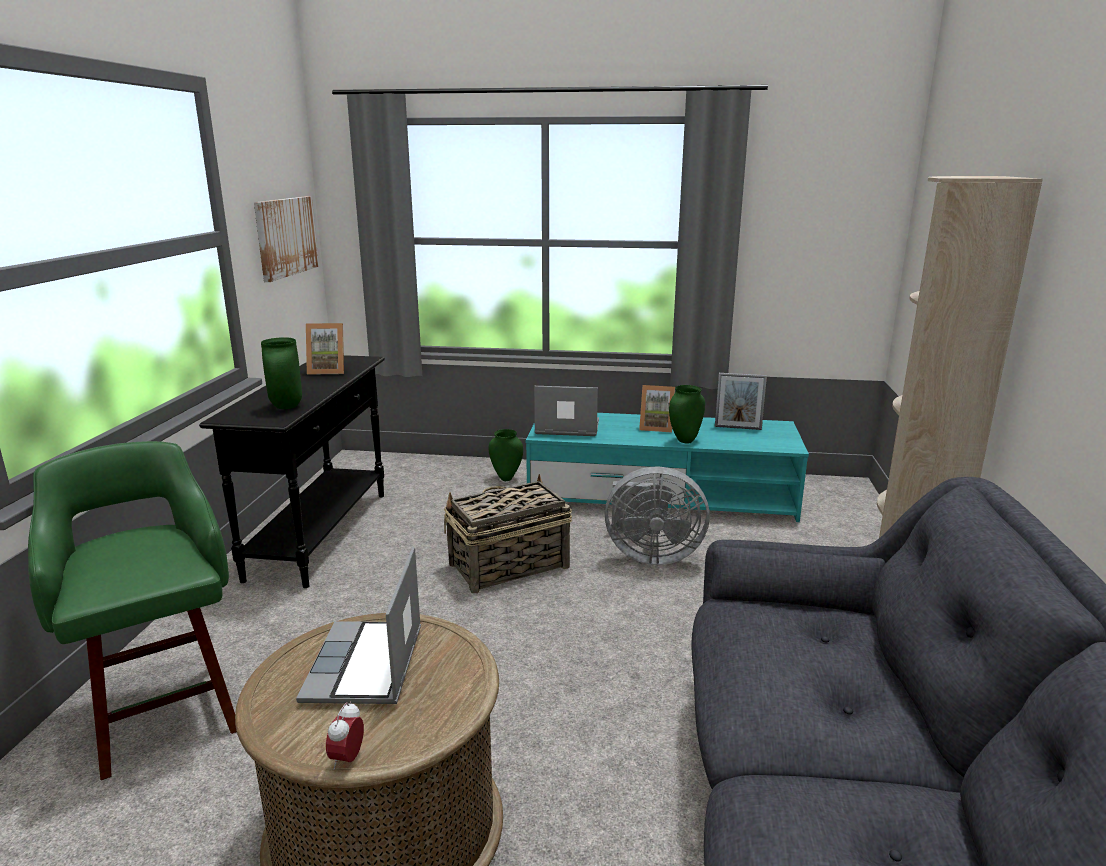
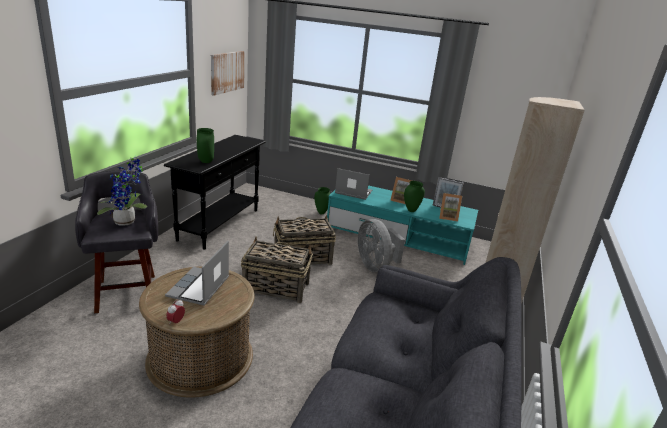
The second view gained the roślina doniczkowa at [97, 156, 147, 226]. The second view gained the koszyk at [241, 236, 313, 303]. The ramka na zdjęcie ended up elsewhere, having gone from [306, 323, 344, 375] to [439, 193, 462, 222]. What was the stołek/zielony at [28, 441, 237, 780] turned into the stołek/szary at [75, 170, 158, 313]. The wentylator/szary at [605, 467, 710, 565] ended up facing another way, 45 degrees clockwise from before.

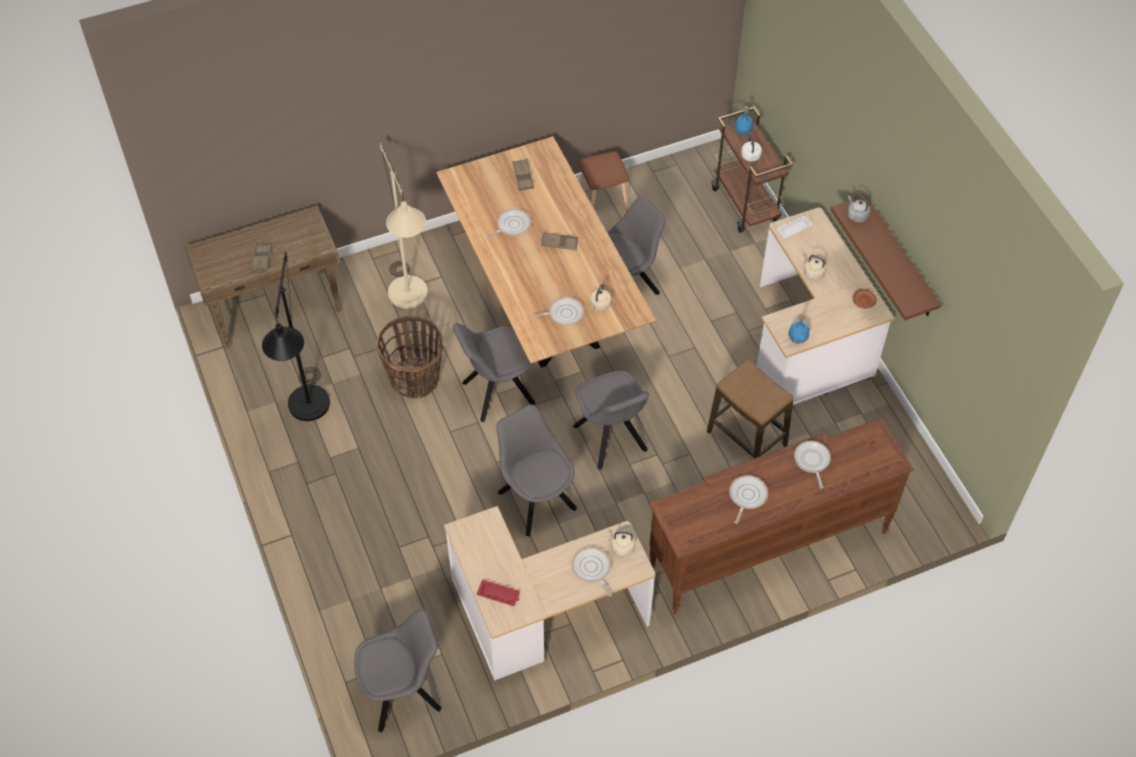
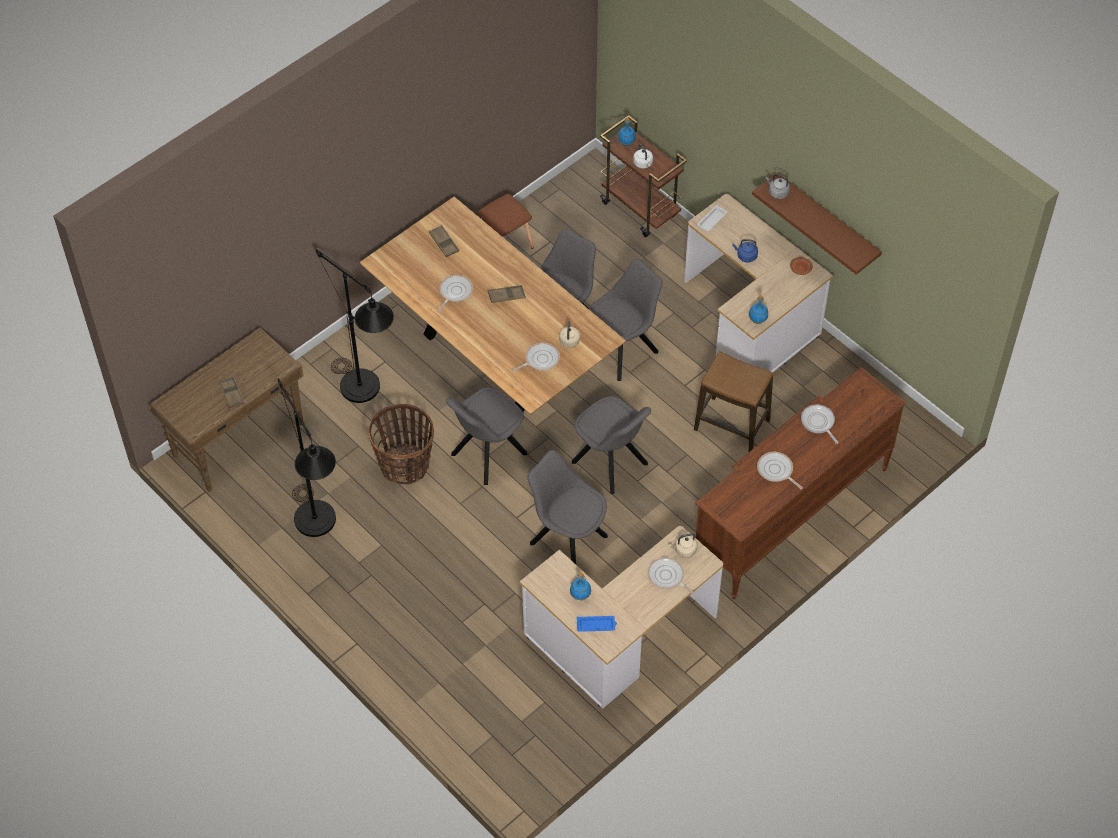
The second view gained the butelka/niebieski at [570, 573, 591, 600]. The krzesło/szary ended up elsewhere, having gone from [354, 609, 442, 733] to [589, 259, 662, 381]. What was the lampa stojąca/beżowy at [380, 142, 428, 309] turned into the lampa stojąca/czarny at [316, 249, 394, 403]. What was the taca/czerwony at [477, 580, 520, 606] turned into the taca/niebieski at [577, 616, 617, 632]. What was the czajnik/beżowy at [801, 255, 826, 280] turned into the czajnik/niebieski at [733, 239, 758, 262]. The patelnia at [729, 475, 768, 524] ended up facing another way, 45 degrees counterclockwise from before.

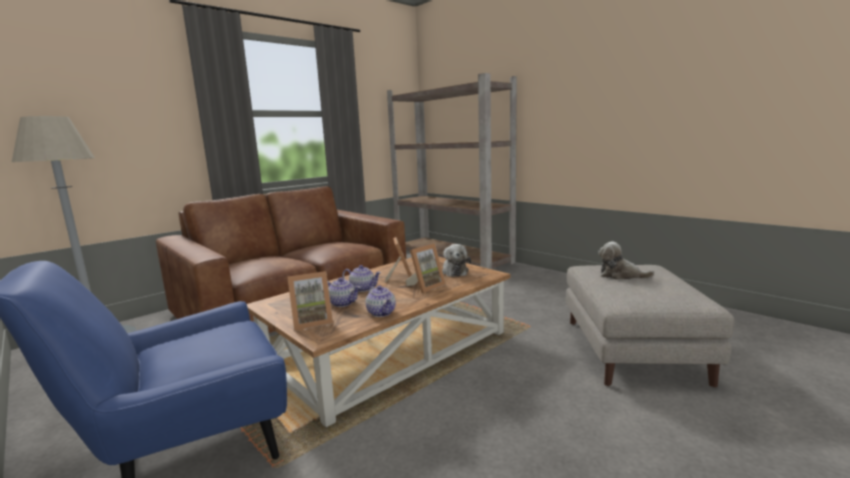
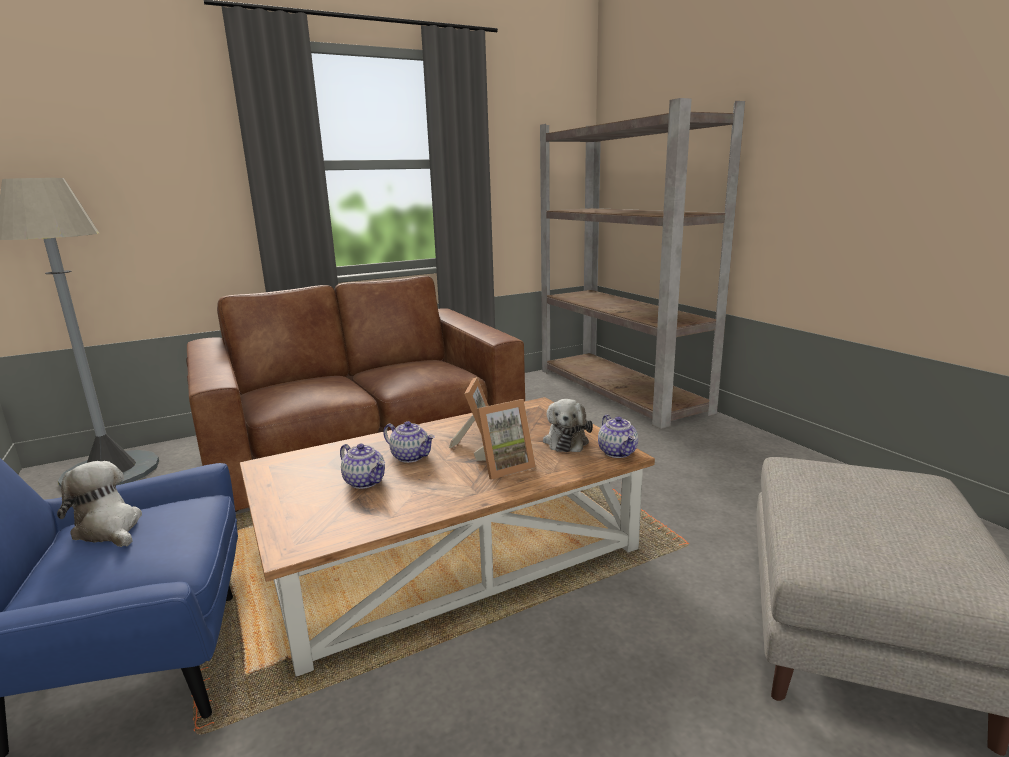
The second view lost the ramka na zdjęcie at [287, 271, 333, 331]. The imbryk ended up elsewhere, having gone from [366, 285, 396, 317] to [598, 415, 638, 458]. The pluszak ended up elsewhere, having gone from [598, 241, 655, 280] to [57, 461, 142, 547].

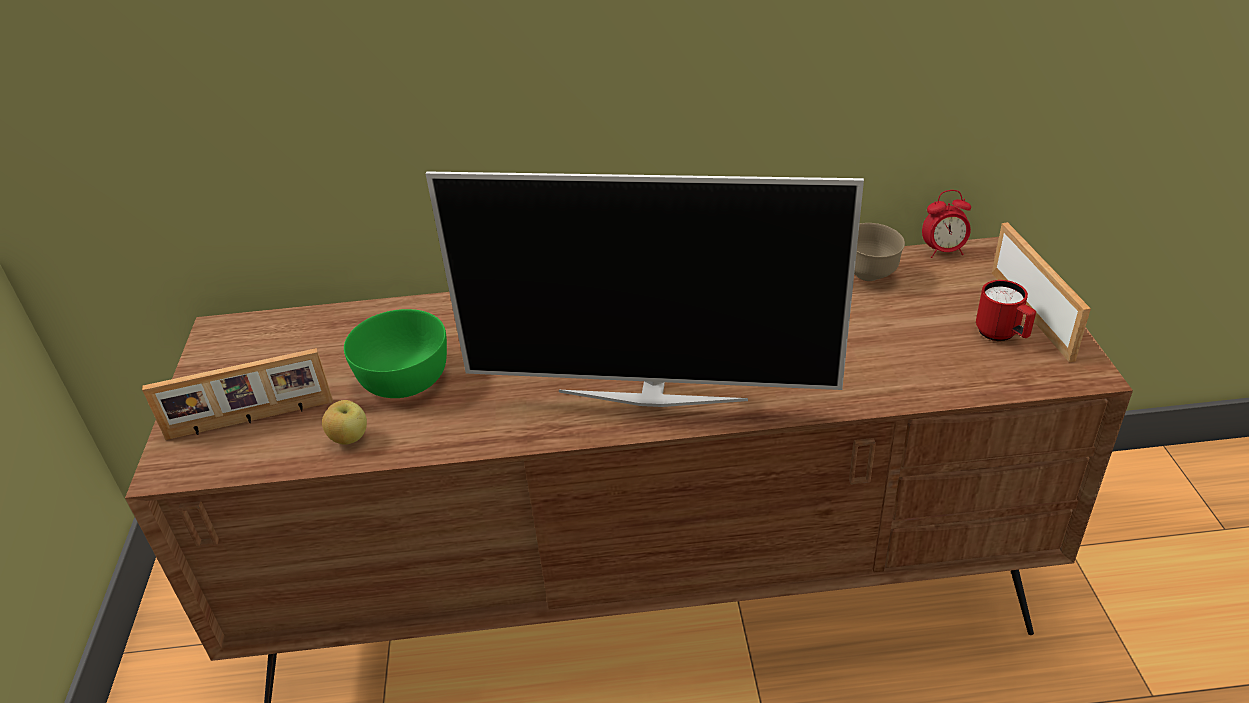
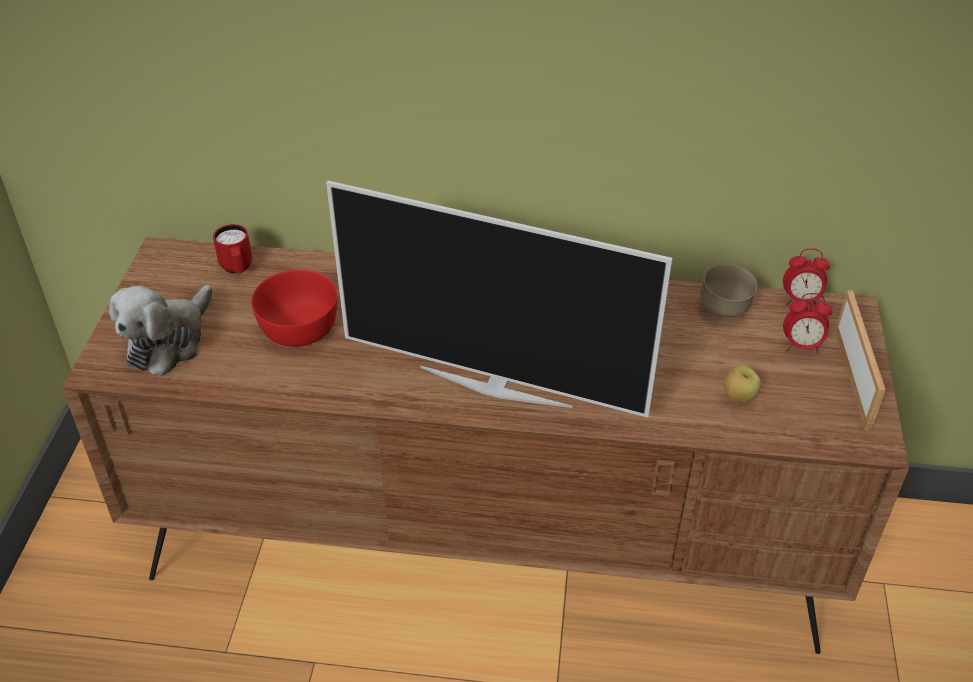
The second view gained the budzik at [783, 293, 832, 354]. The jabłko ended up elsewhere, having gone from [322, 400, 367, 445] to [724, 365, 761, 403]. The kubek/czerwony ended up elsewhere, having gone from [976, 280, 1036, 341] to [213, 224, 252, 274]. Where the ramka na zdjęcie stood at [142, 348, 333, 440], the pluszak came to stand at [109, 285, 213, 376]. What was the miska/zielony at [344, 309, 447, 398] turned into the miska/czerwony at [251, 270, 338, 347].

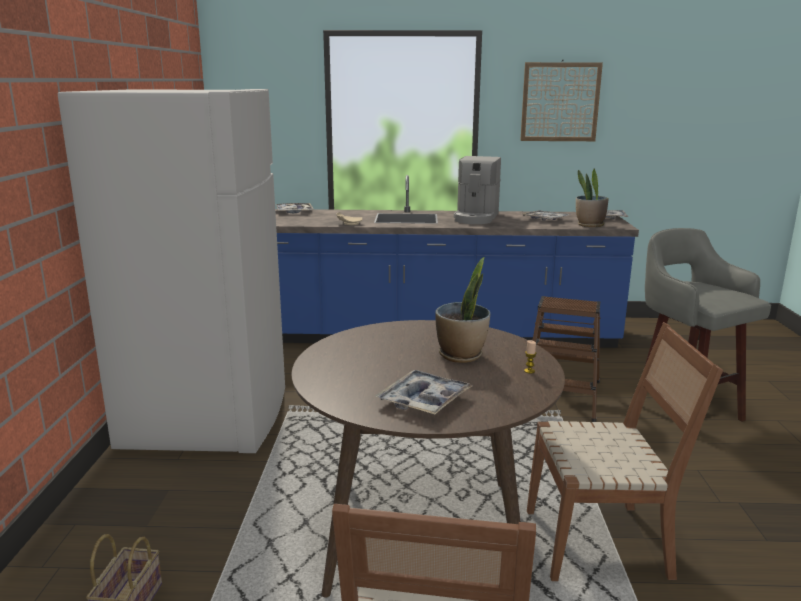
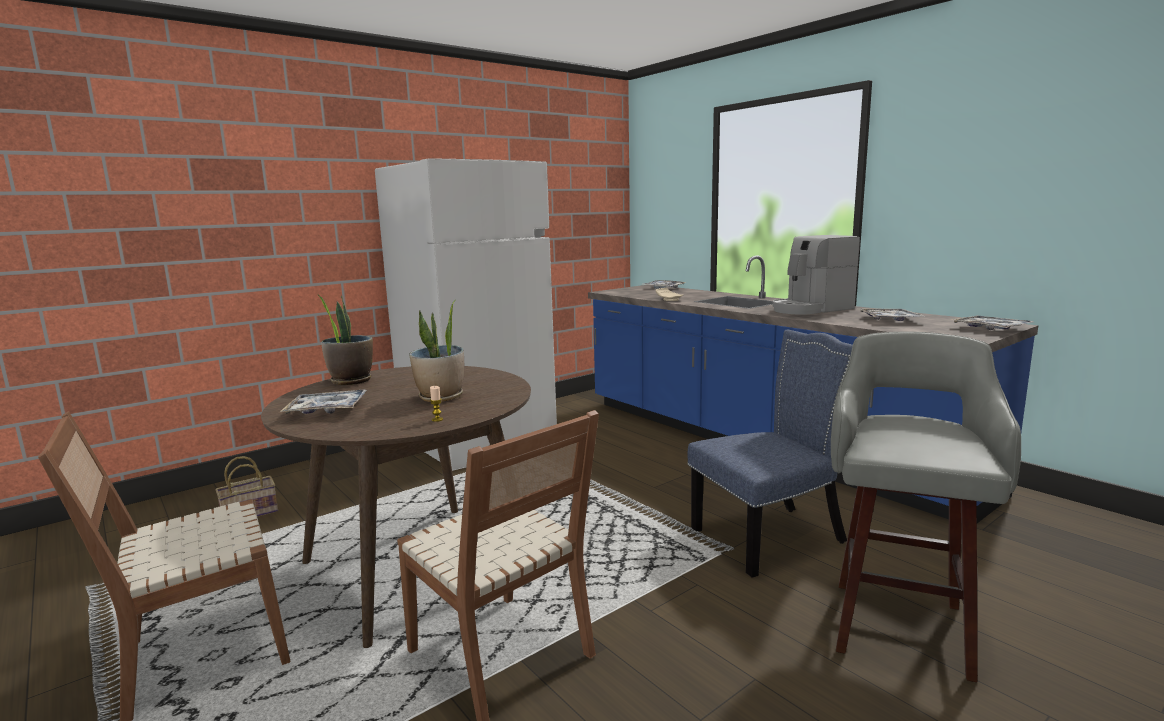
The second view lost the obraz at [520, 60, 603, 141]. The roślina doniczkowa ended up elsewhere, having gone from [576, 169, 608, 227] to [317, 294, 373, 385]. Where the drabinka/brązowy stood at [532, 296, 600, 422], the krzesło/niebieski came to stand at [687, 329, 853, 578].

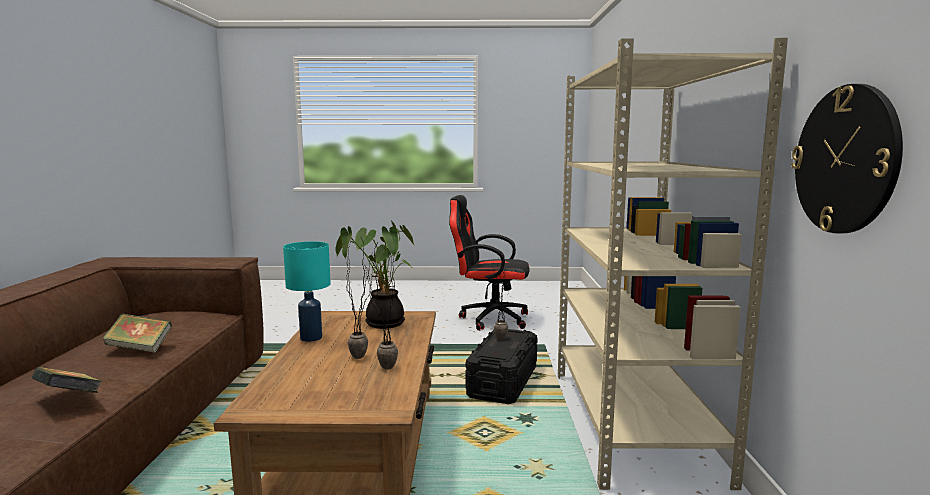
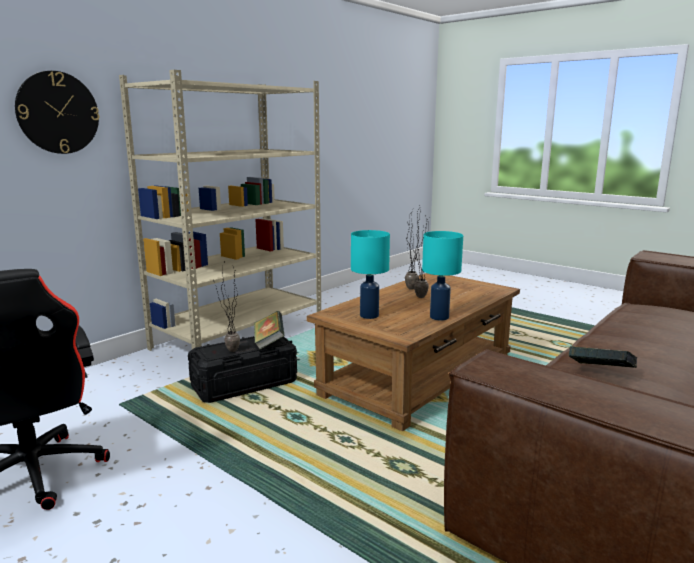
The książka ended up elsewhere, having gone from [32, 367, 102, 393] to [254, 311, 285, 350]. The zegar ścienny ended up elsewhere, having gone from [791, 84, 903, 233] to [15, 71, 99, 154]. Where the roślina doniczkowa stood at [335, 220, 414, 329], the lampa stołowa/turkusowy came to stand at [351, 230, 390, 319].

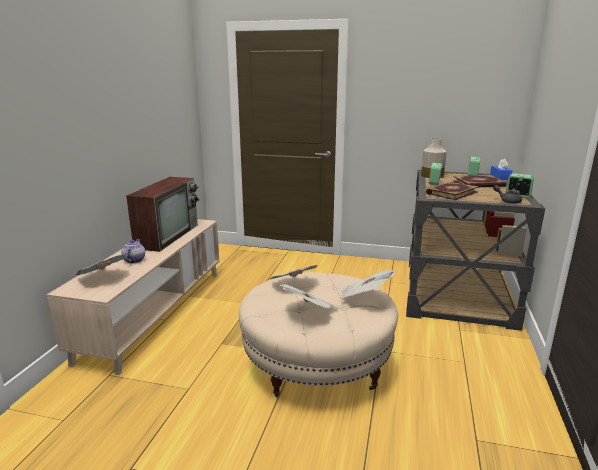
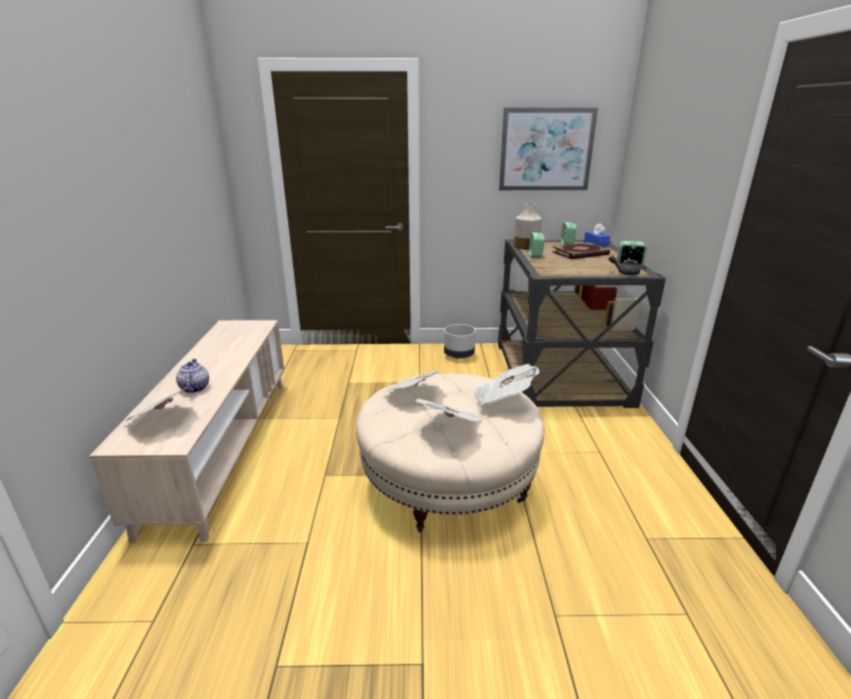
The second view lost the telewizor at [126, 177, 199, 252]. The second view lost the książka at [426, 182, 479, 200]. The second view gained the donica/szary at [444, 324, 476, 359]. The second view gained the obraz at [499, 108, 598, 190].

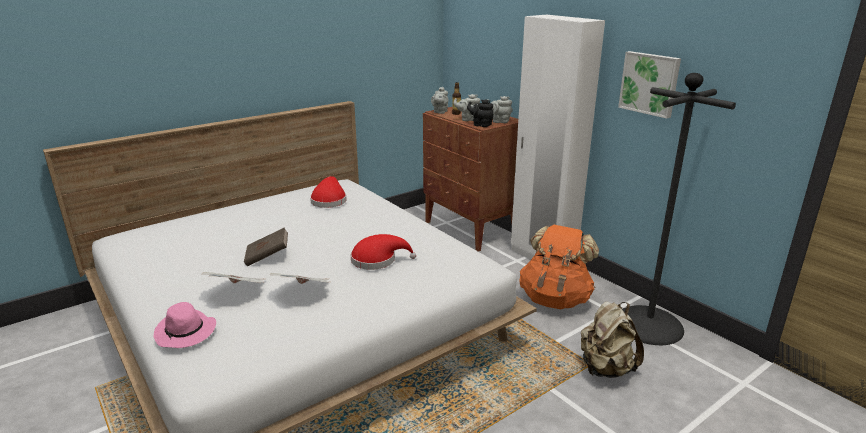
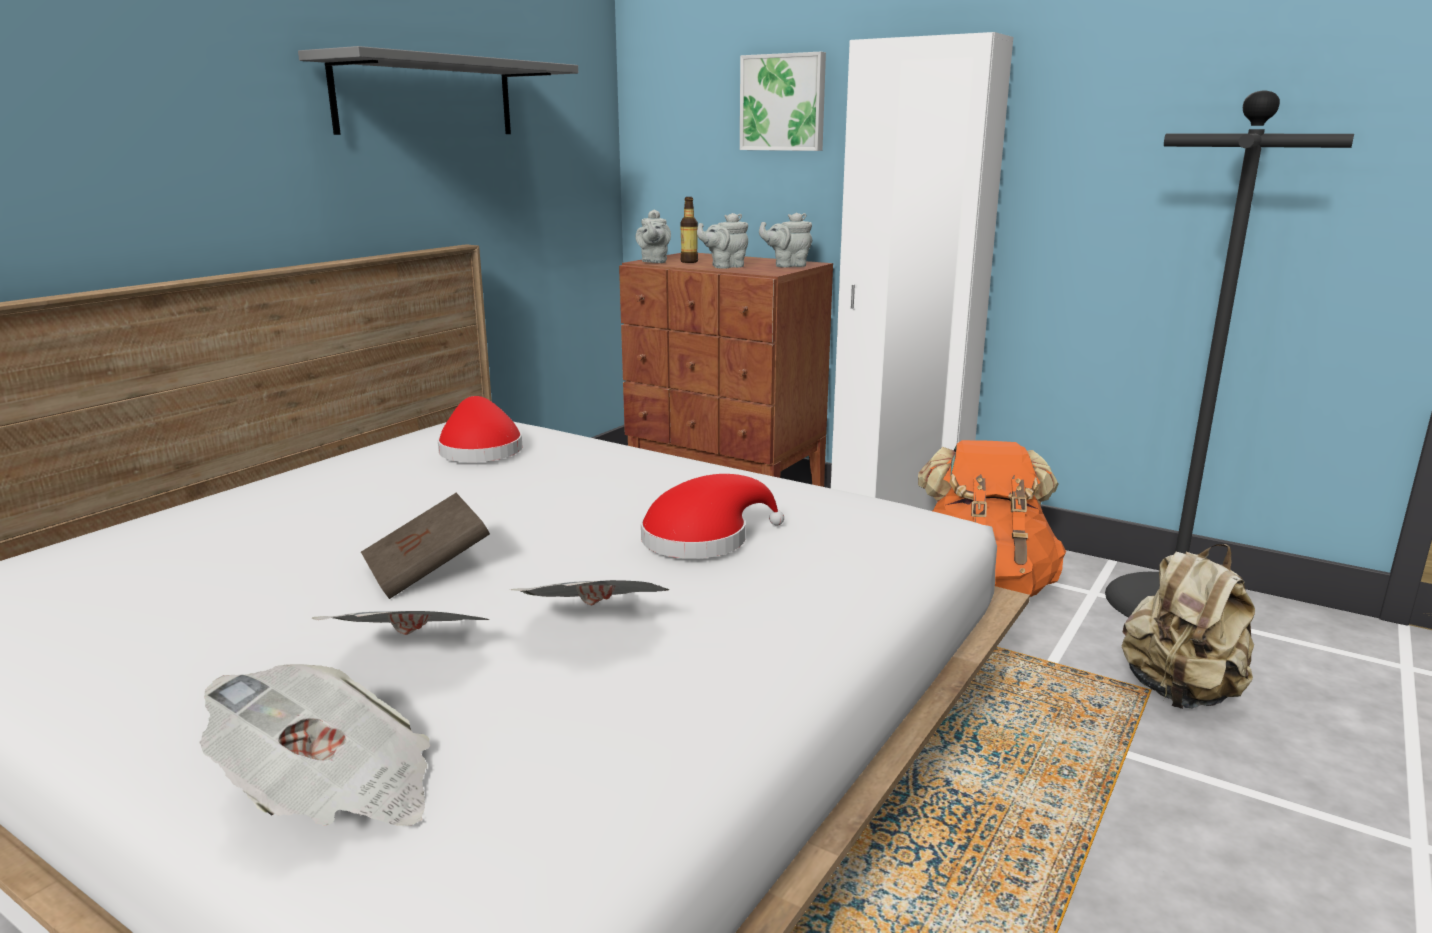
The second view lost the imbryk/czarny at [467, 99, 494, 127]. The second view gained the półka/szary at [298, 46, 578, 135]. The obraz ended up elsewhere, having gone from [618, 51, 681, 119] to [740, 52, 826, 151]. Where the kapelusz/różowy stood at [154, 302, 216, 348], the gazeta came to stand at [199, 664, 430, 826].

